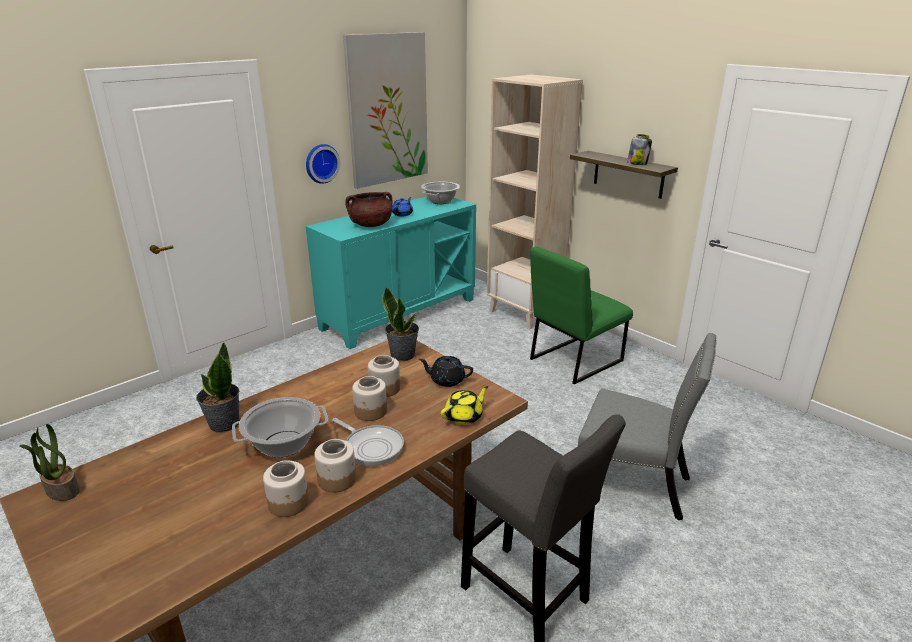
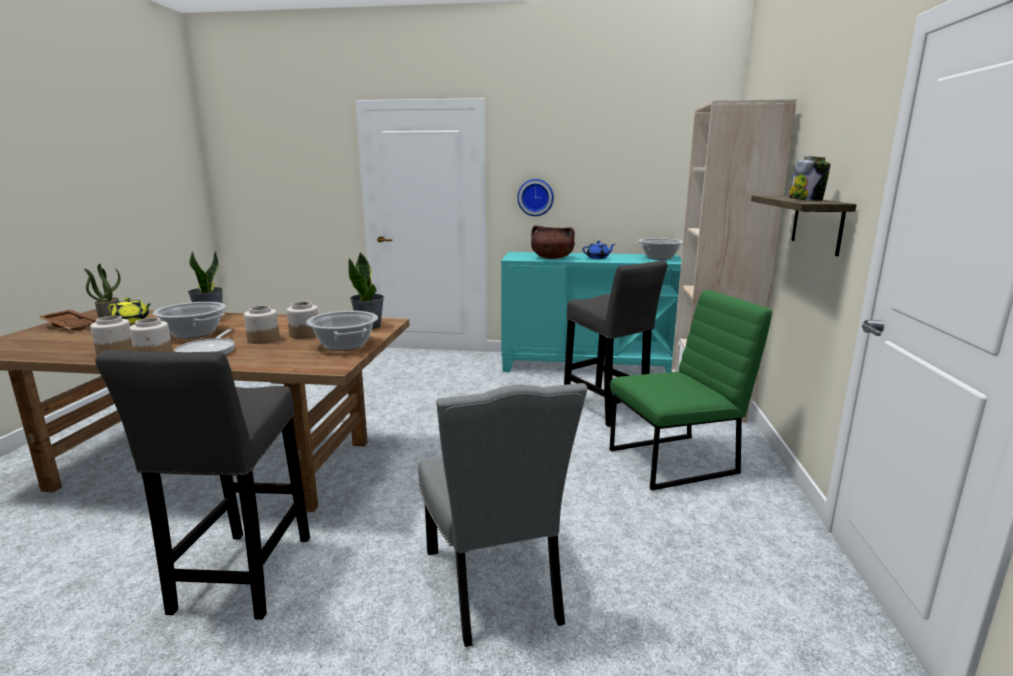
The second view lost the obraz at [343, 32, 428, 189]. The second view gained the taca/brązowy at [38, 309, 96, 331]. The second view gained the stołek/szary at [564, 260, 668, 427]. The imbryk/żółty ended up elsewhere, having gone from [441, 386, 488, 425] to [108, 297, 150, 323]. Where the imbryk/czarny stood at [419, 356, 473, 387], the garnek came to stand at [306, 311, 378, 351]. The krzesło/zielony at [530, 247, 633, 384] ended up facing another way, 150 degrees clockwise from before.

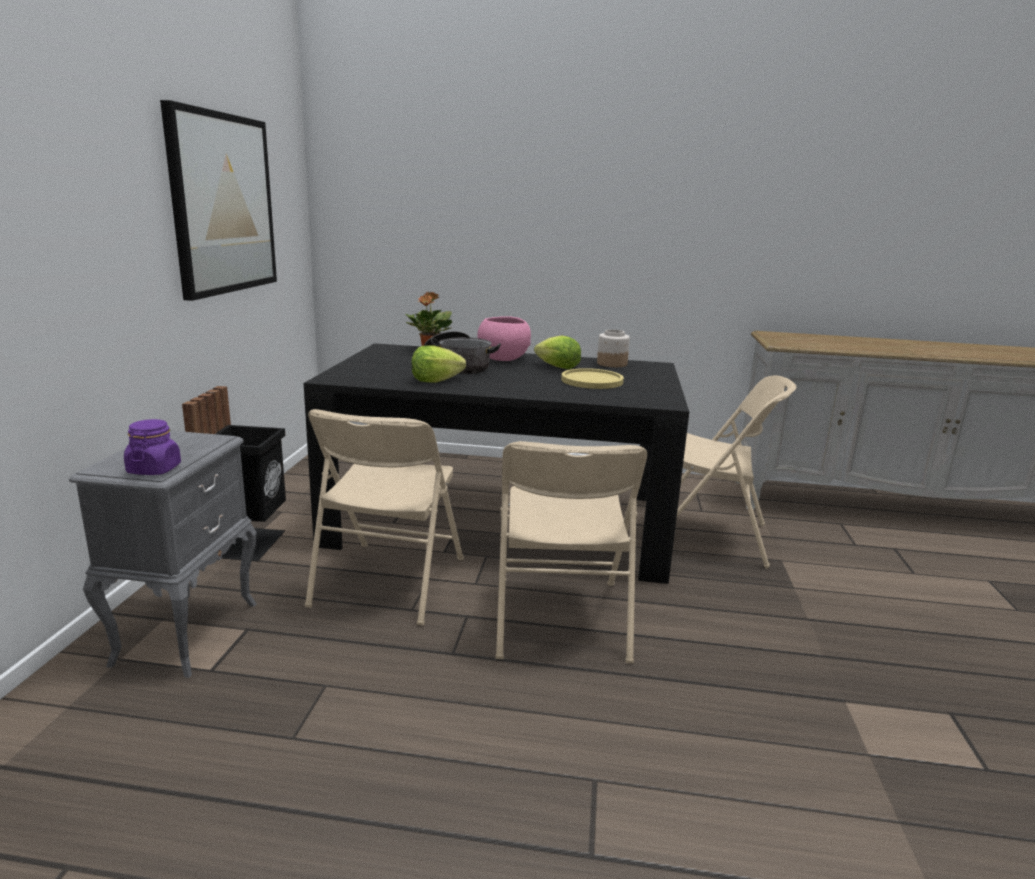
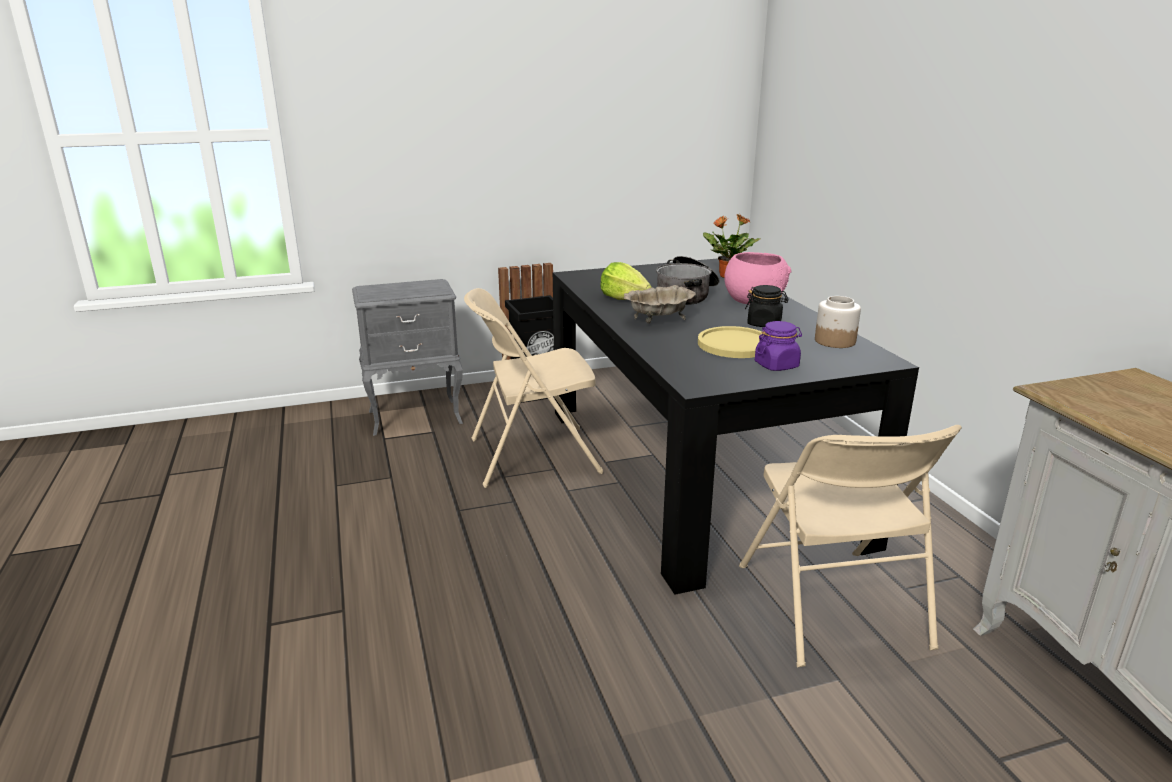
The second view lost the obraz at [160, 100, 277, 301]. The second view lost the krzesło/beżowy at [495, 441, 647, 663]. The second view gained the miska/beżowy at [624, 285, 696, 324]. The słoik/fioletowy ended up elsewhere, having gone from [124, 419, 181, 475] to [755, 321, 802, 371]. Where the sałata stood at [534, 335, 581, 369], the słoik/czarny came to stand at [745, 285, 789, 327].

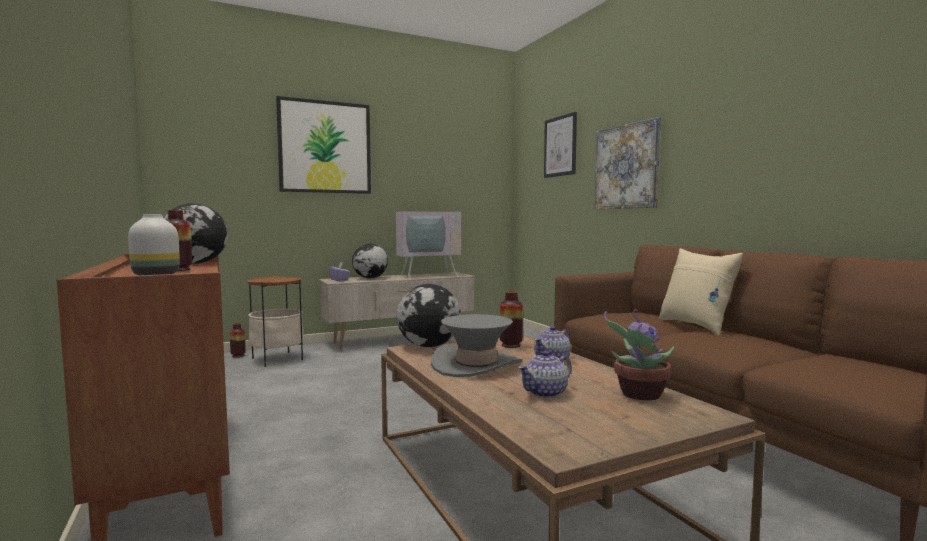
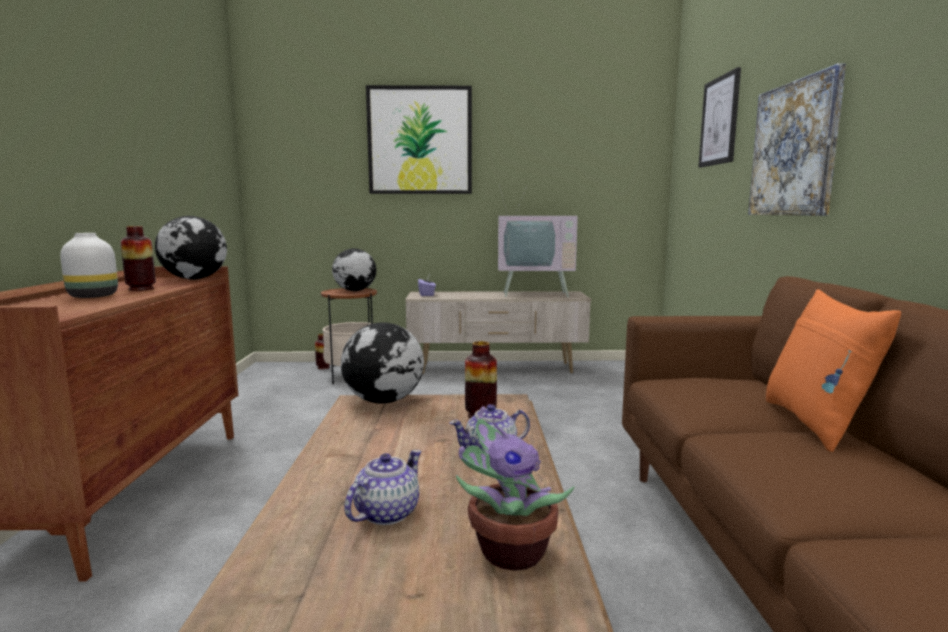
The second view lost the kapelusz/szary at [431, 314, 523, 377]. The globus ended up elsewhere, having gone from [352, 244, 388, 278] to [332, 248, 376, 291]. What was the poduszka/beżowy at [659, 248, 743, 336] turned into the poduszka/pomarańczowy at [766, 289, 901, 452]. The imbryk at [518, 351, 572, 398] ended up facing another way, 135 degrees clockwise from before.

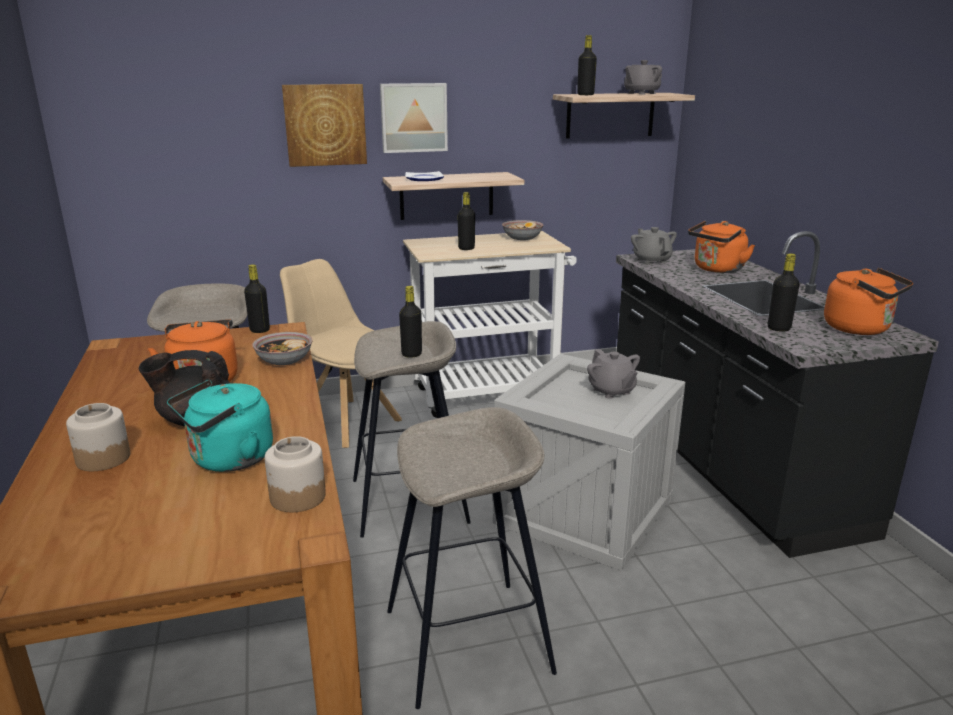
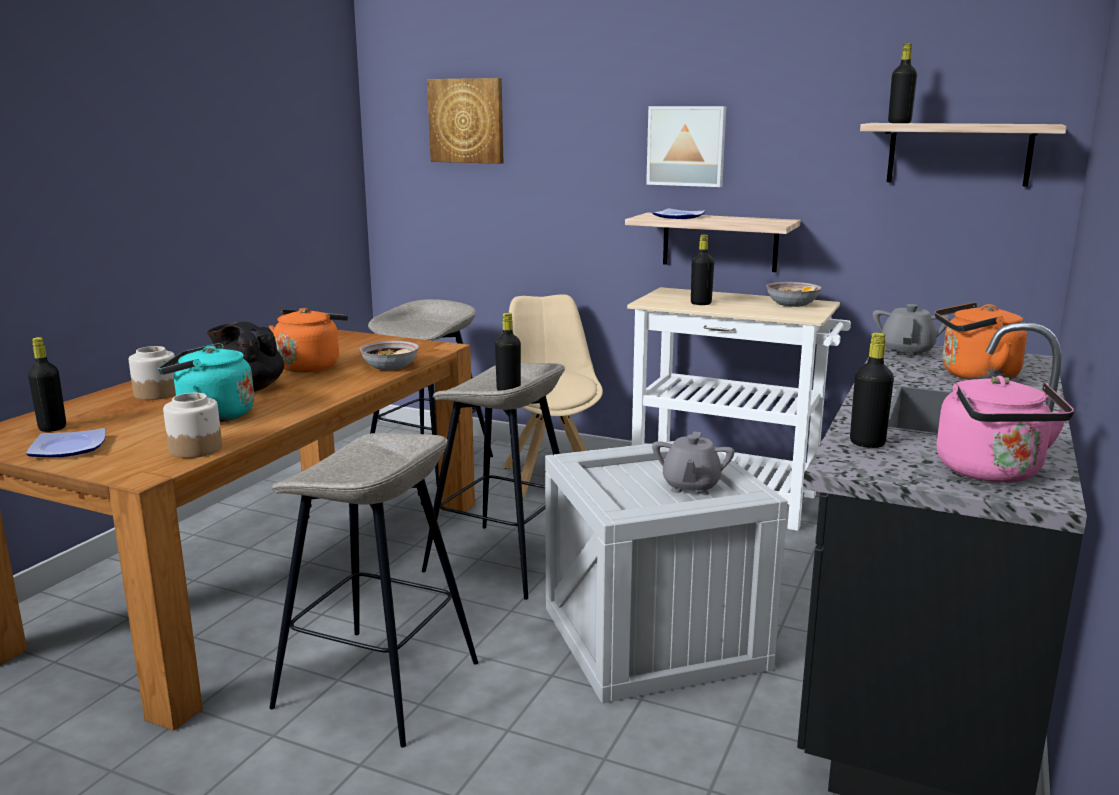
The second view lost the imbryk/szary at [624, 60, 662, 94]. The second view gained the talerz at [26, 428, 106, 458]. The butelka/czarny ended up elsewhere, having gone from [244, 264, 270, 333] to [28, 337, 66, 432]. The obraz ended up elsewhere, having gone from [282, 84, 367, 167] to [427, 78, 503, 164]. What was the czajnik/pomarańczowy at [824, 268, 913, 335] turned into the czajnik/różowy at [937, 376, 1074, 483].

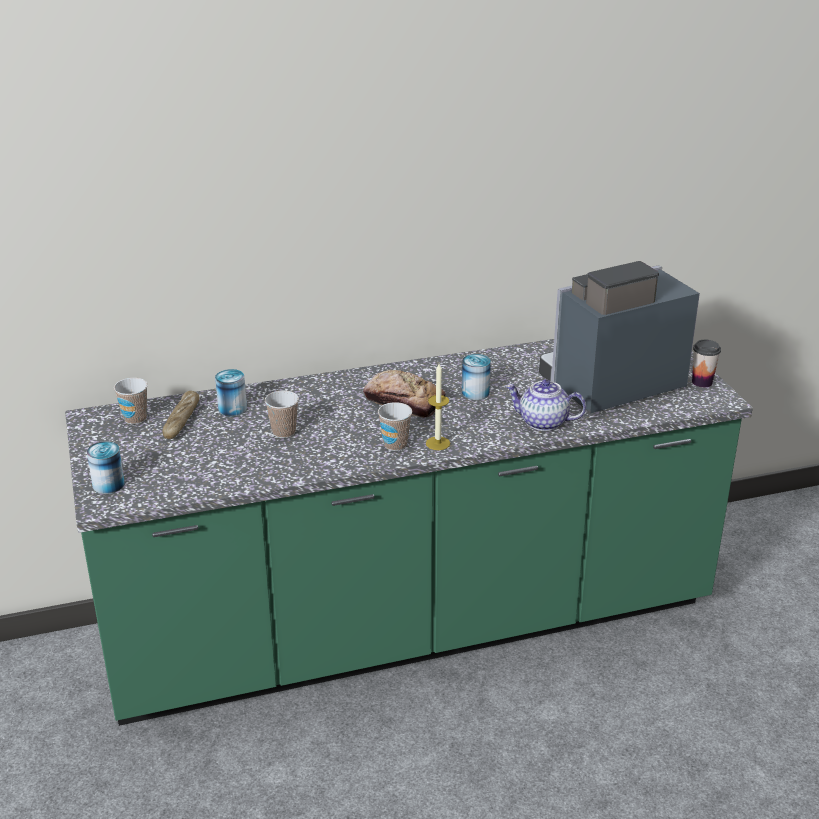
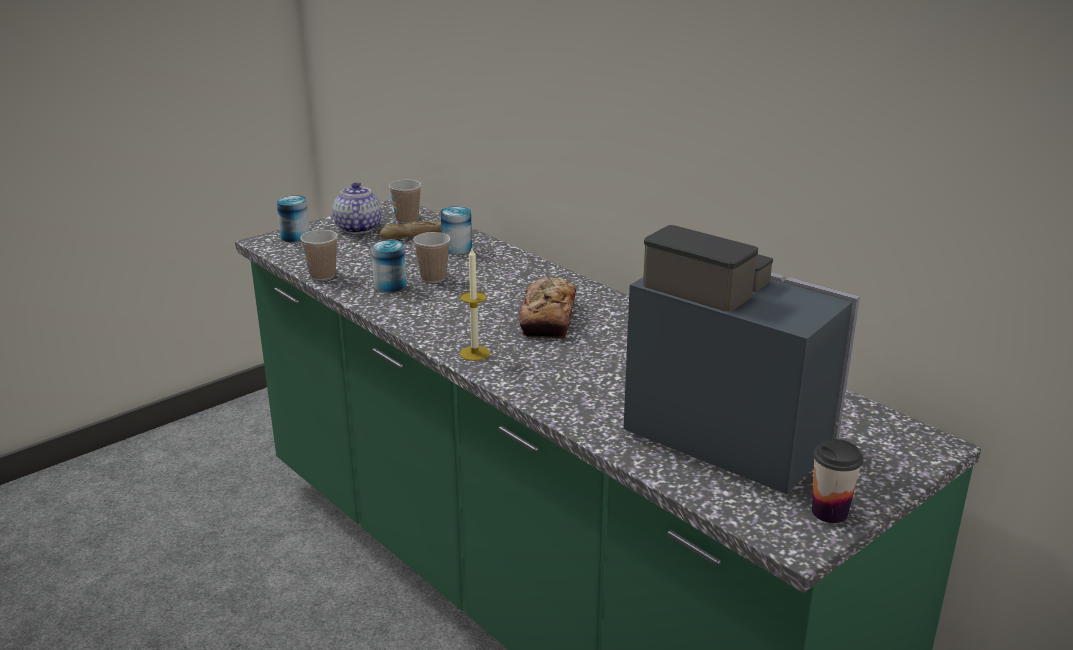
The filiżanka ended up elsewhere, having gone from [378, 402, 412, 451] to [300, 230, 338, 280]. The puszka ended up elsewhere, having gone from [462, 354, 491, 400] to [371, 240, 407, 293]. The imbryk ended up elsewhere, having gone from [505, 379, 586, 431] to [332, 182, 382, 234].

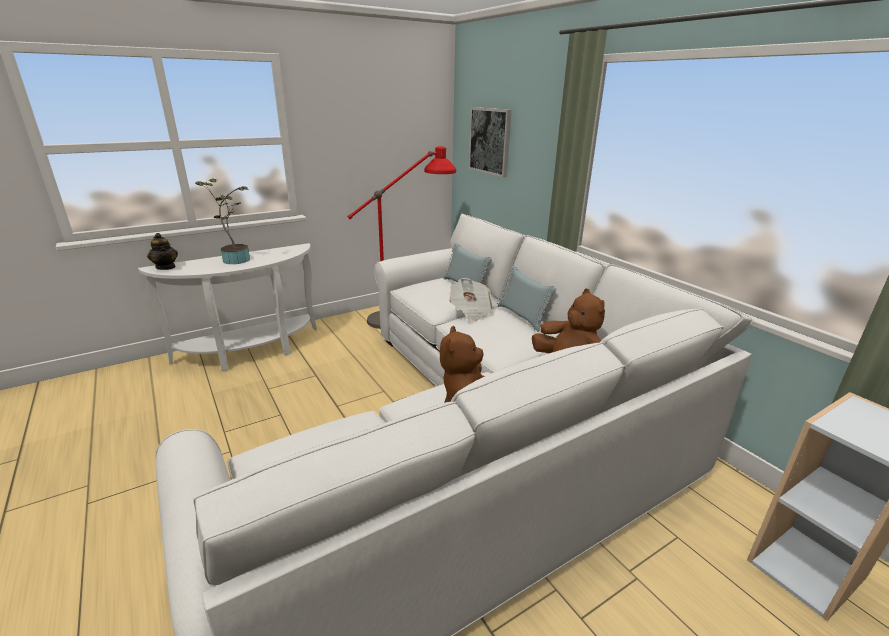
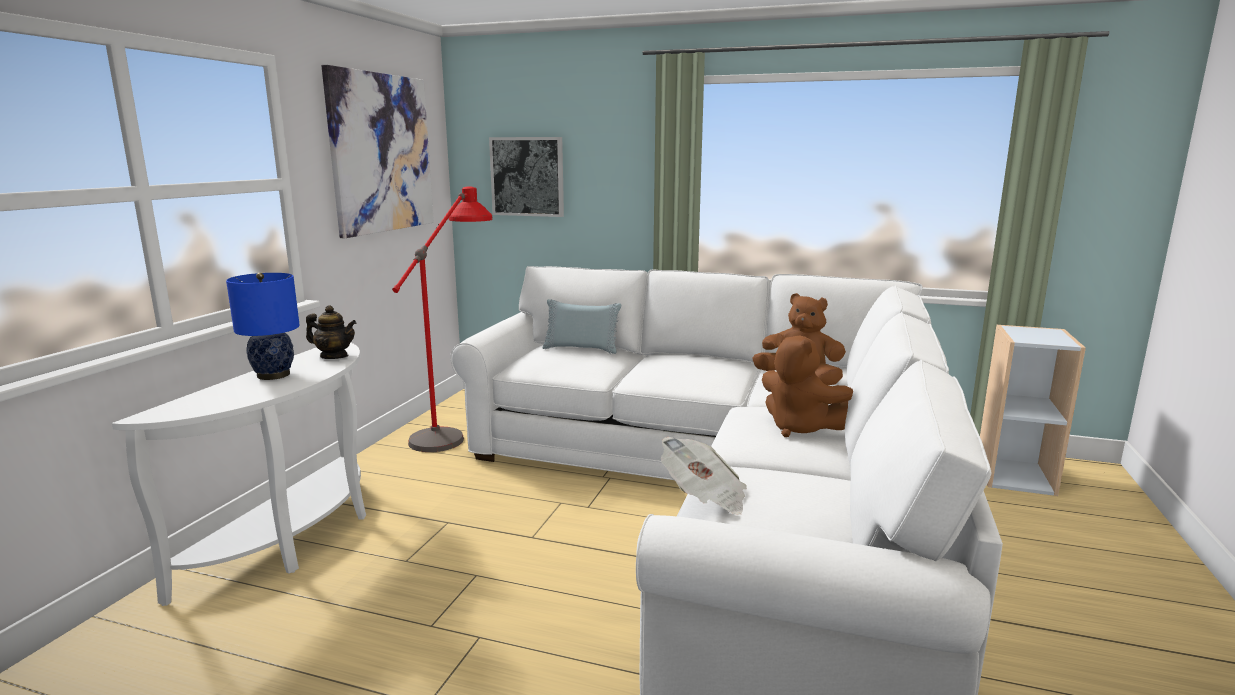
The second view lost the poduszka/niebieski at [497, 266, 556, 332]. The second view gained the obraz at [322, 65, 434, 238]. The imbryk ended up elsewhere, having gone from [147, 233, 178, 270] to [306, 305, 356, 359]. The gazeta ended up elsewhere, having gone from [449, 278, 493, 322] to [660, 437, 747, 515]. Where the roślina doniczkowa stood at [195, 178, 250, 264], the lampa stołowa/niebieski came to stand at [226, 273, 300, 380].

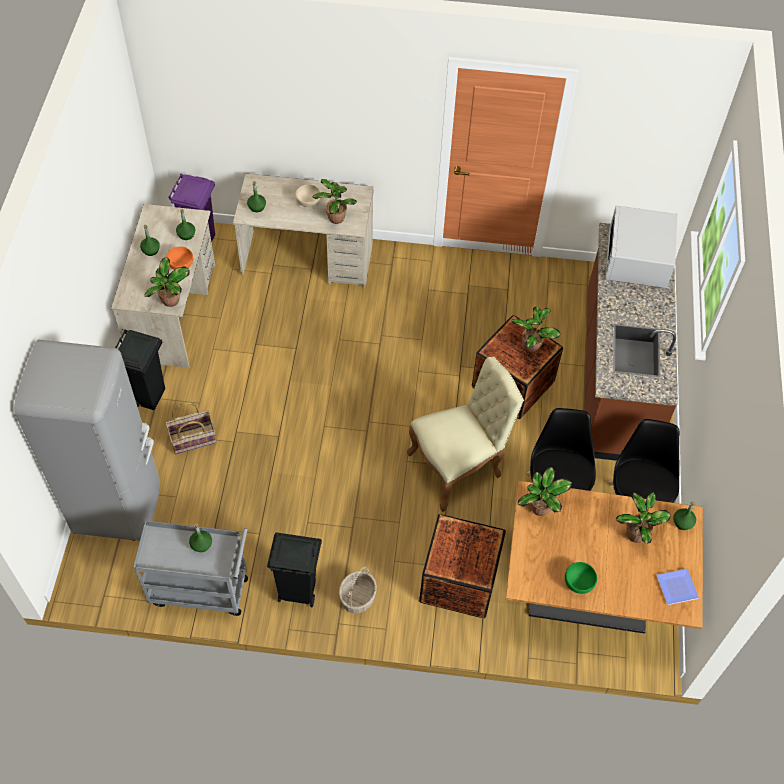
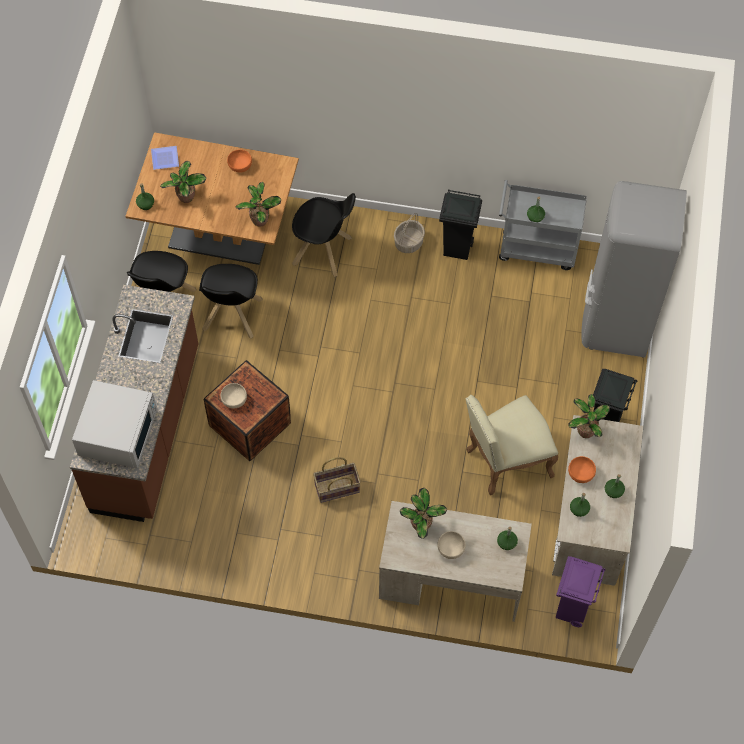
The koszyk ended up elsewhere, having gone from [165, 402, 217, 454] to [313, 457, 361, 503]. The krzesło/beżowy ended up elsewhere, having gone from [407, 356, 524, 512] to [466, 395, 558, 495]. Where the skrzynka stood at [419, 514, 506, 618], the krzesło/czarny came to stand at [292, 193, 356, 277]. Where the roślina doniczkowa stood at [511, 307, 561, 353], the miska/beżowy came to stand at [221, 383, 247, 408]. What was the miska/zielony at [565, 562, 597, 594] turned into the miska/pomarańczowy at [227, 149, 252, 173].

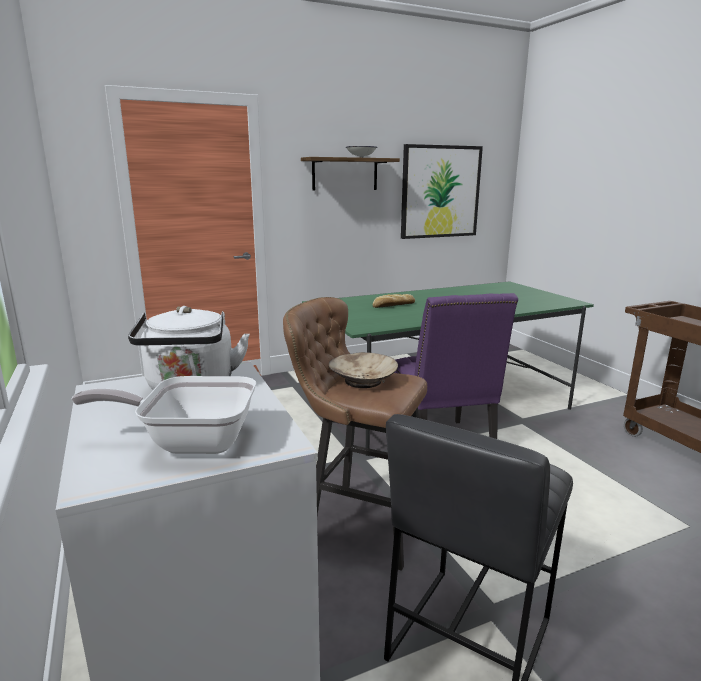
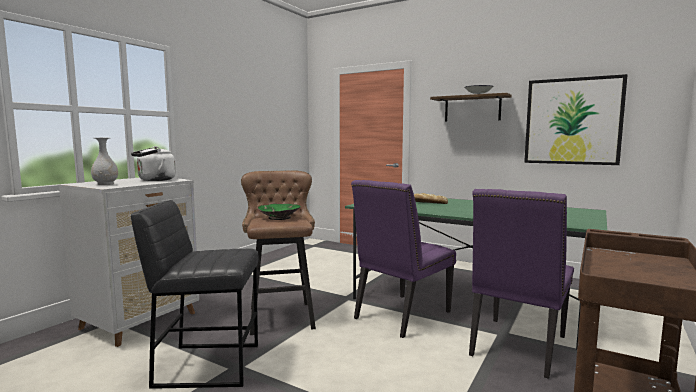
The second view gained the krzesło/fioletowy at [469, 189, 574, 379]. Where the patelnia stood at [72, 376, 256, 454], the wazon/biały came to stand at [91, 138, 118, 185]. What was the miska/beżowy at [329, 352, 398, 388] turned into the miska/zielony at [258, 204, 301, 220].

